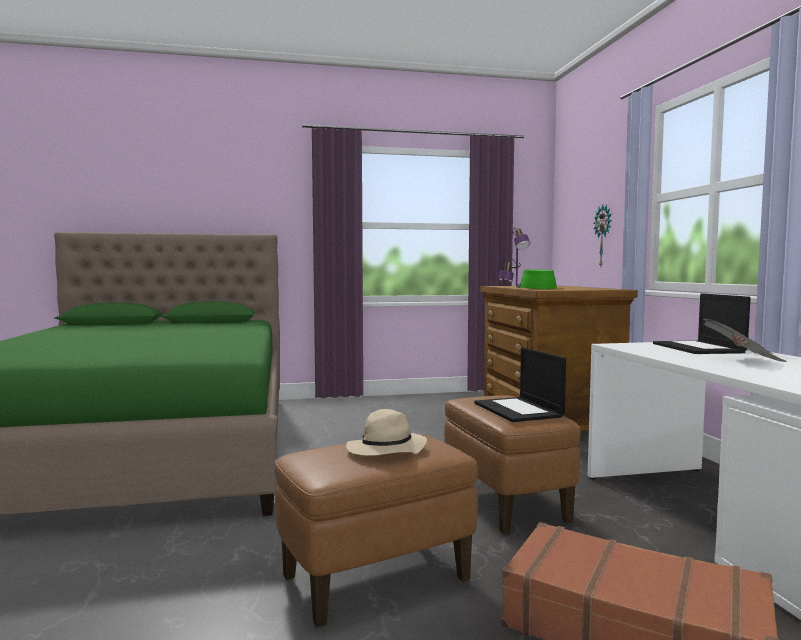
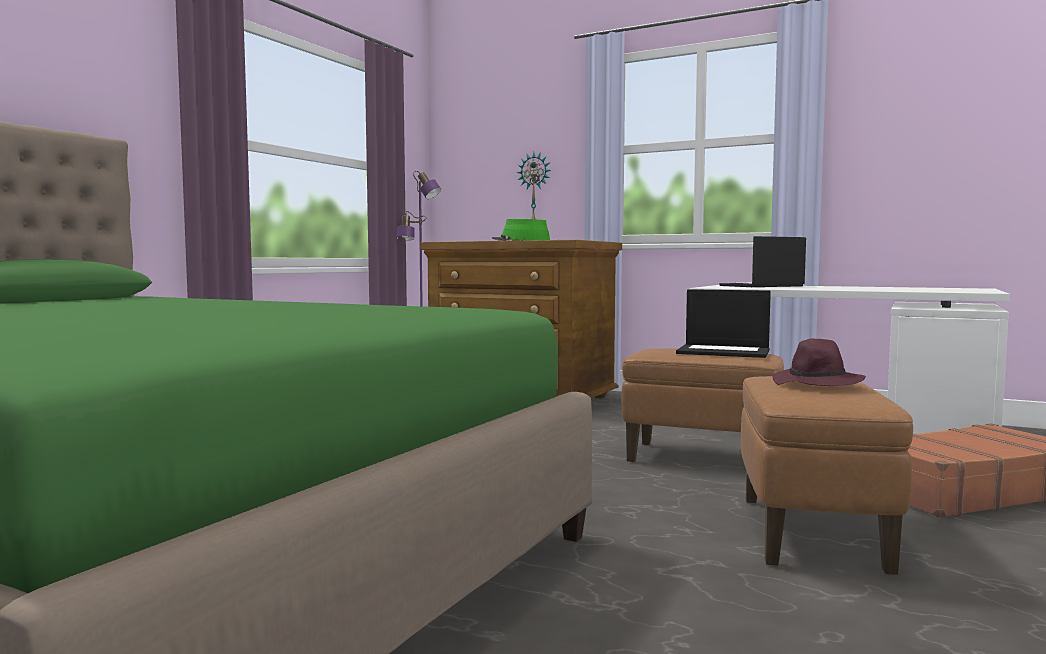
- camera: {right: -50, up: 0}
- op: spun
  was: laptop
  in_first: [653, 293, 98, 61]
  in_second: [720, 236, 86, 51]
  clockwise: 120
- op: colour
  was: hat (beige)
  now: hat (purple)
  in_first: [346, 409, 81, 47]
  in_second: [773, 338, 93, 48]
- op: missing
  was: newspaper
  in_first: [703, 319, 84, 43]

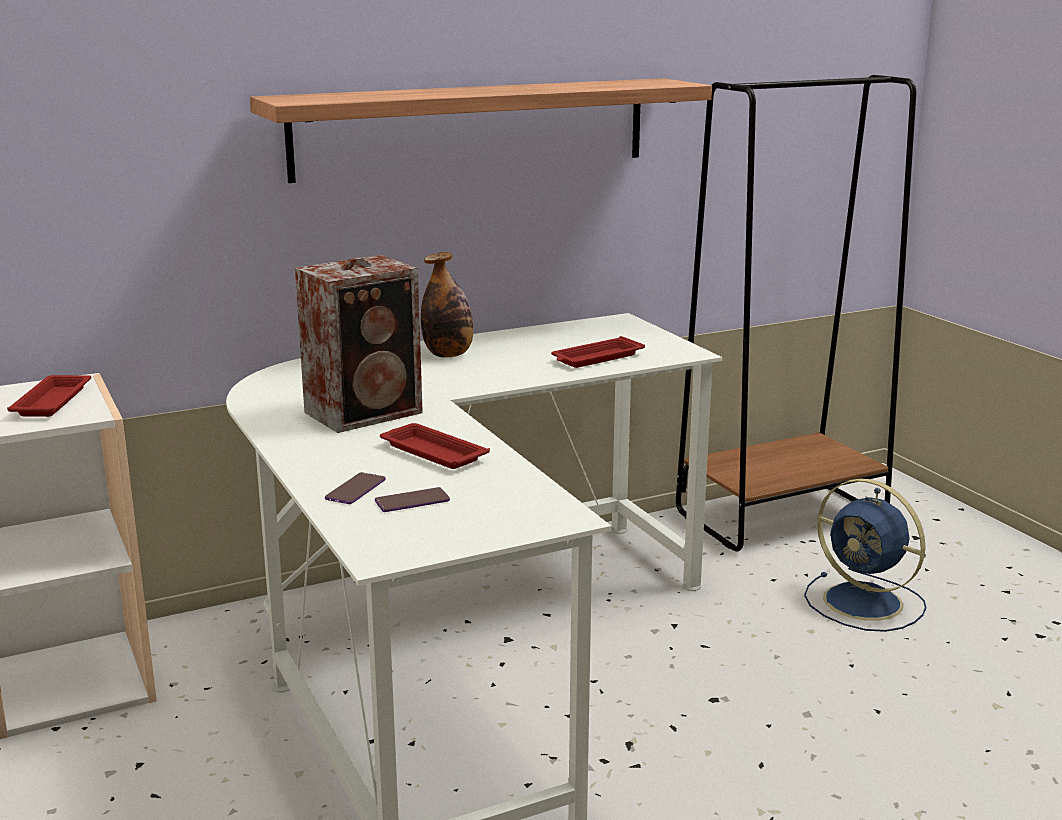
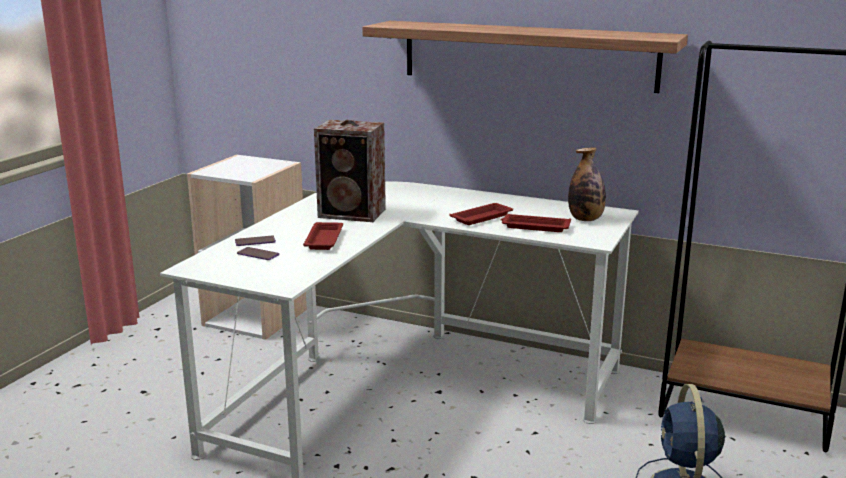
- camera: {right: 50, up: 0}
- op: relocated
  was: tray (red)
  in_first: [7, 375, 84, 42]
  in_second: [450, 203, 63, 22]
- op: relocated
  was: bottle
  in_first: [421, 252, 52, 105]
  in_second: [568, 147, 38, 74]

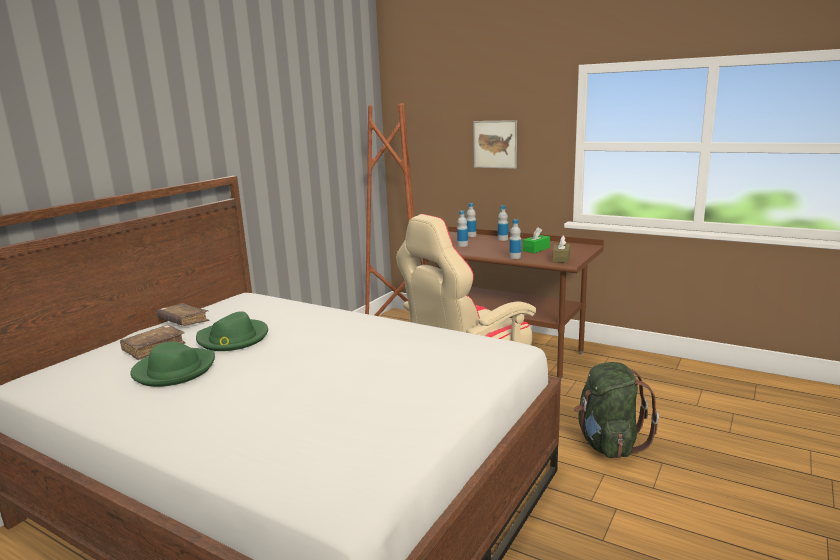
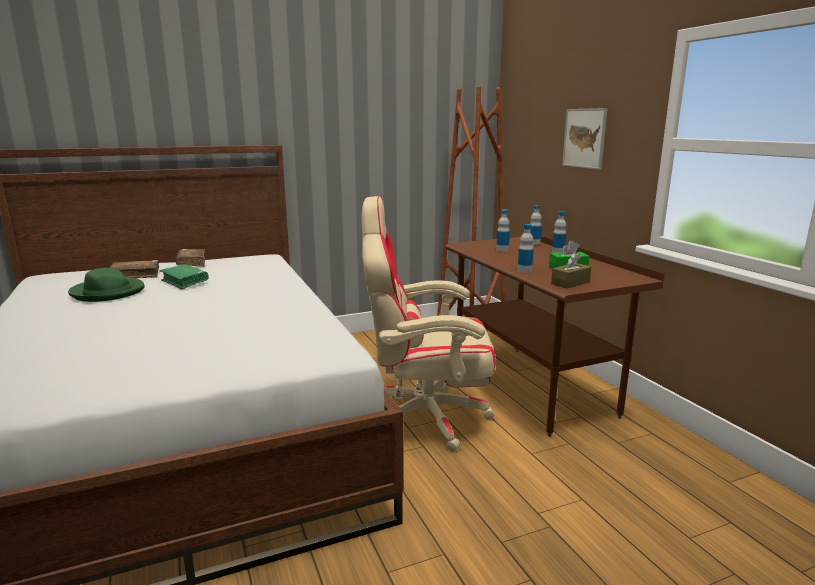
- camera: {right: 35, up: 0}
- op: exchanged
  was: hat (green)
  now: book (green)
  in_first: [196, 311, 72, 40]
  in_second: [160, 264, 49, 26]
- op: missing
  was: backpack (green)
  in_first: [574, 362, 85, 96]

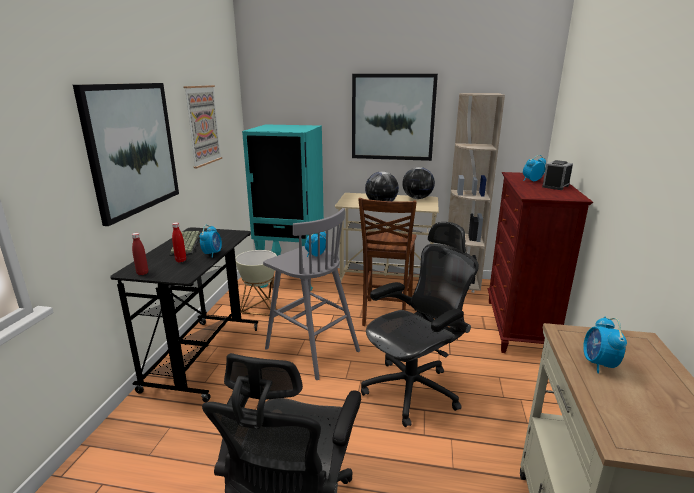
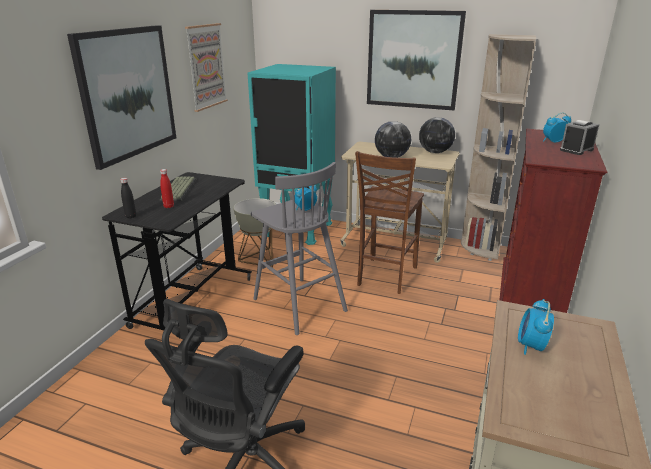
- camera: {right: 10, up: 5}
- op: colour
  was: bottle (red)
  now: bottle (black)
  in_first: [132, 233, 16, 42]
  in_second: [120, 178, 16, 40]
- op: missing
  was: alarm clock
  in_first: [200, 225, 22, 33]
- op: missing
  was: office chair
  in_first: [361, 222, 118, 205]

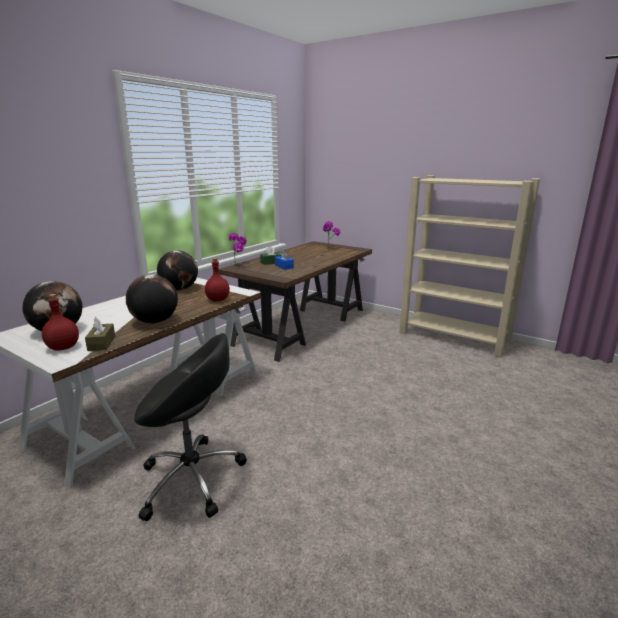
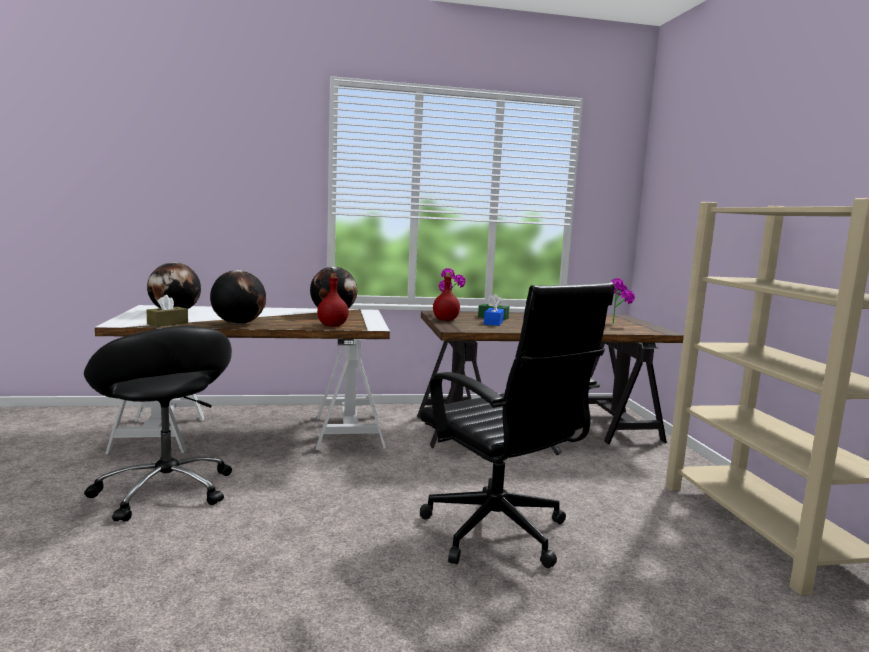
- camera: {right: 45, up: -10}
- op: appeared
  now: office chair (black)
  in_second: [420, 282, 195, 286]
- op: relocated
  was: bottle (red)
  in_first: [42, 294, 37, 57]
  in_second: [433, 273, 27, 48]

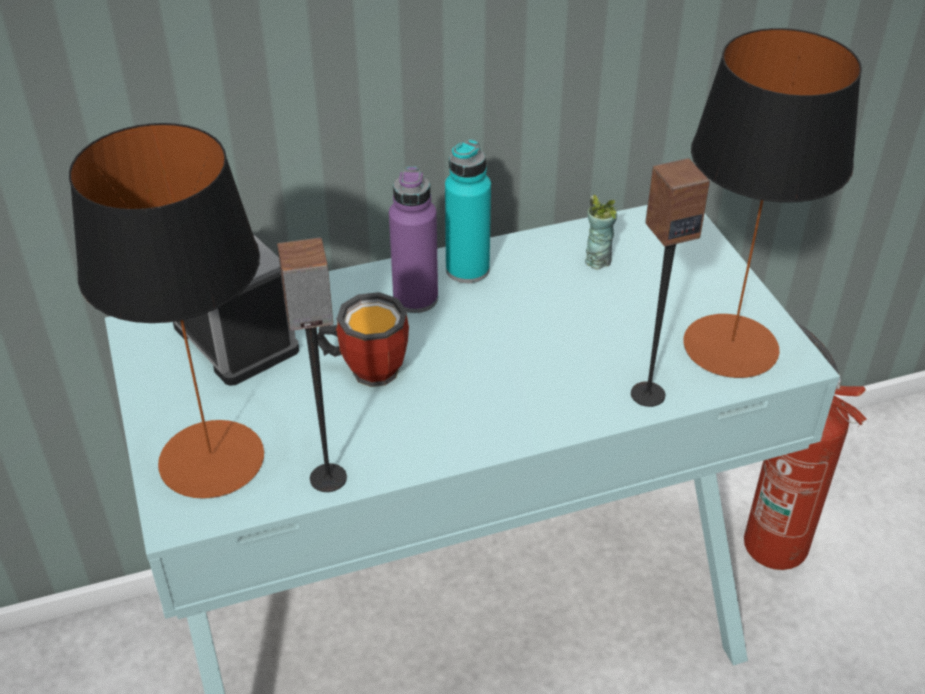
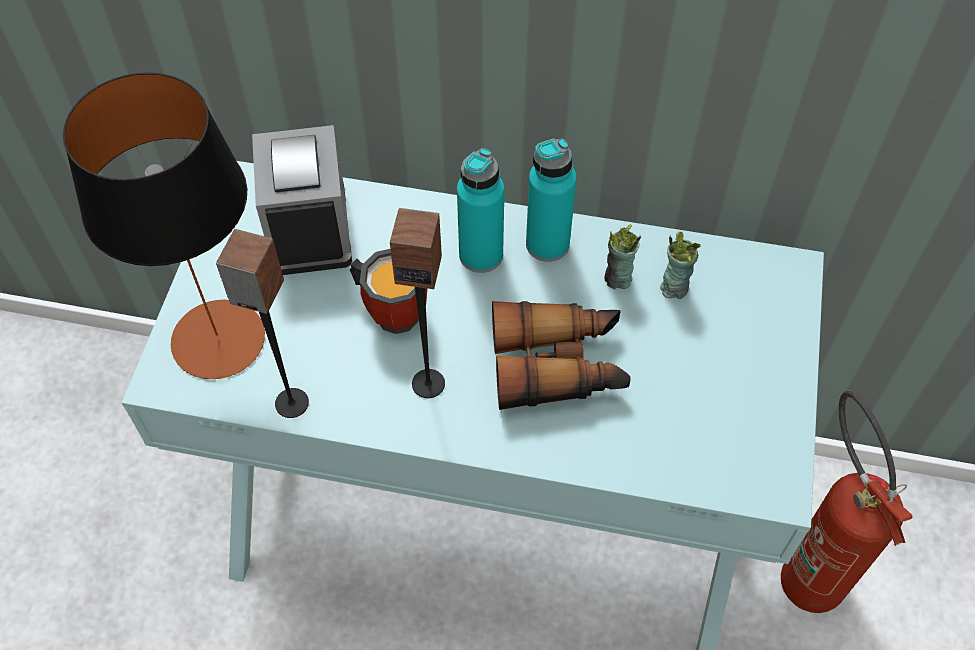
- camera: {right: 30, up: 15}
- op: relocated
  was: speaker
  in_first: [631, 158, 79, 249]
  in_second: [390, 208, 55, 190]
- op: colour
  was: bottle (purple)
  now: bottle (turquoise)
  in_first: [389, 166, 49, 147]
  in_second: [457, 148, 47, 125]
- op: appeared
  now: binoculars
  in_second: [492, 301, 138, 109]
- op: appeared
  now: cup
  in_second: [605, 225, 36, 64]
- op: missing
  was: table lamp
  in_first: [683, 28, 179, 350]

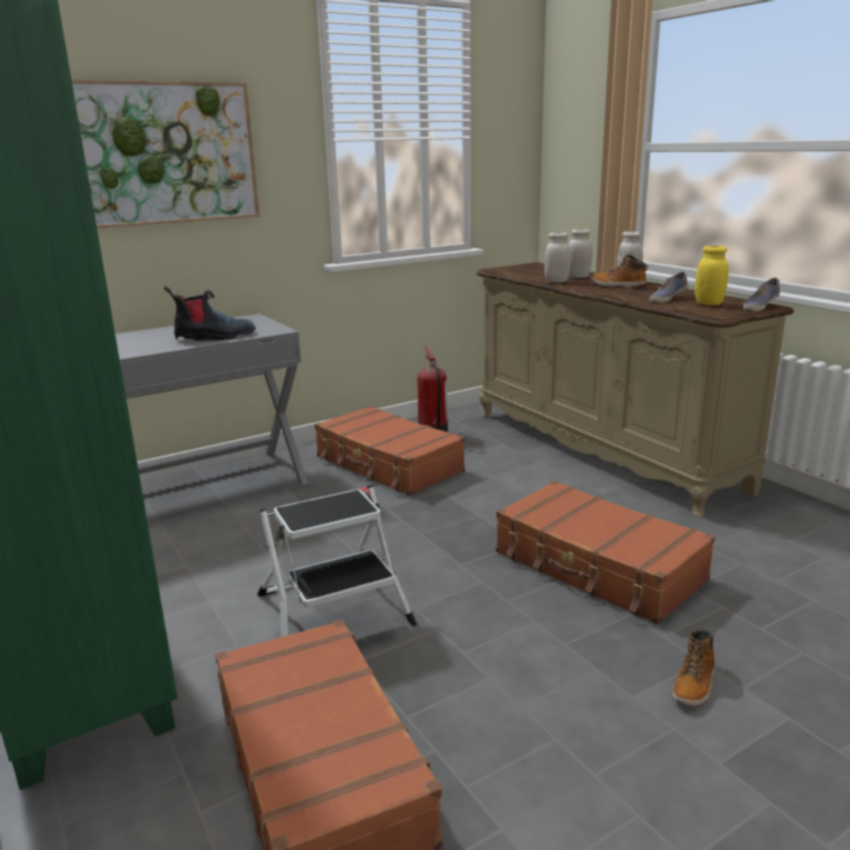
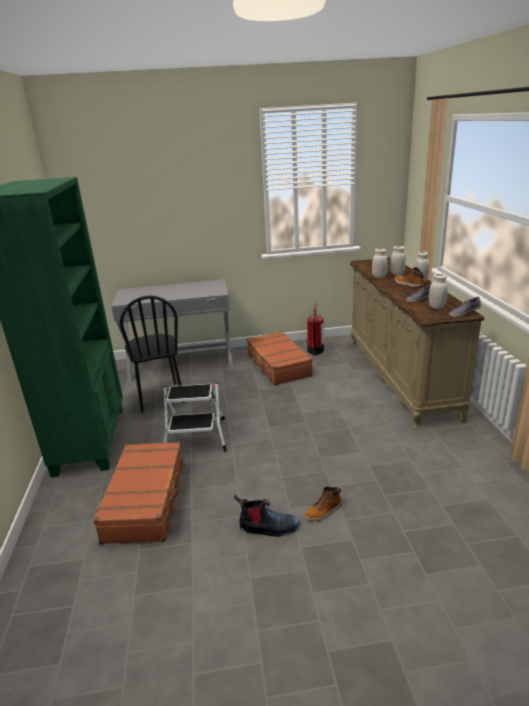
- camera: {right: 25, up: 5}
- op: appeared
  now: chair (black)
  in_second: [120, 296, 65, 116]
- op: relocated
  was: boot
  in_first: [164, 286, 92, 55]
  in_second: [234, 494, 65, 43]
- op: colour
  was: jar (yellow)
  now: jar (white)
  in_first: [695, 246, 34, 59]
  in_second: [429, 274, 19, 35]
- op: missing
  was: picture
  in_first: [72, 80, 188, 148]
- op: missing
  was: suitcase (brown)
  in_first: [496, 481, 219, 143]

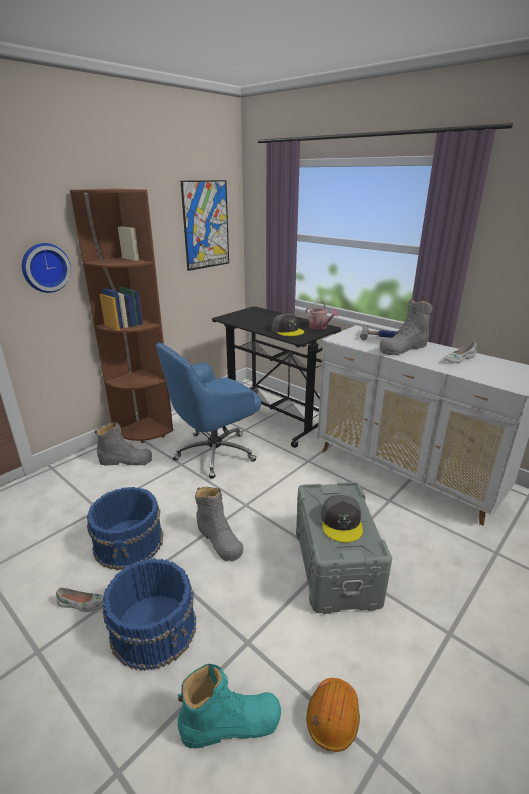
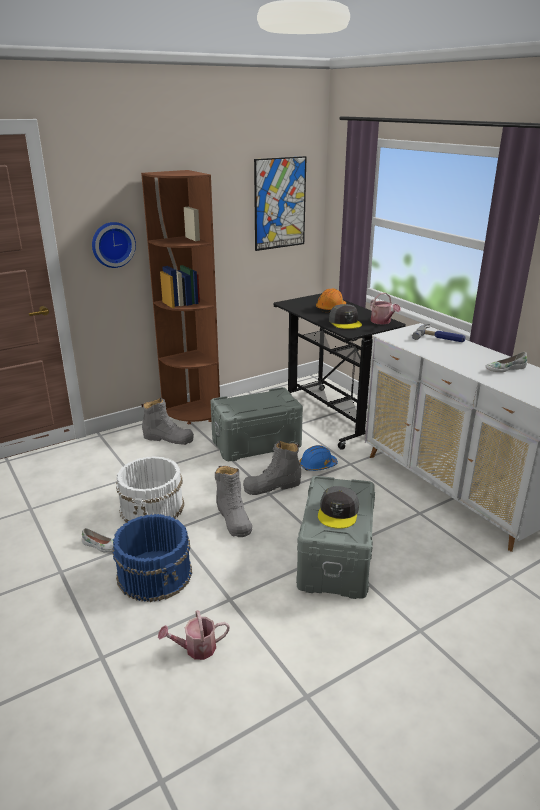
- camera: {right: 15, up: 0}
- op: colour
  was: bucket (blue)
  now: bucket (white)
  in_first: [87, 487, 76, 83]
  in_second: [116, 456, 68, 67]
- op: exchanged
  was: boot (turquoise)
  now: watering can
  in_first: [178, 664, 103, 85]
  in_second: [158, 610, 72, 50]
- op: exchanged
  was: office chair (blue)
  now: storage box (grey)
  in_first: [156, 342, 106, 137]
  in_second: [210, 387, 93, 74]
- op: relocated
  was: boot (grey)
  in_first: [380, 299, 52, 56]
  in_second: [243, 440, 58, 55]
- op: appeared
  now: hard hat (blue)
  in_second: [299, 445, 39, 26]
- op: relocated
  was: hard hat (orange)
  in_first: [306, 678, 54, 74]
  in_second: [316, 288, 30, 24]

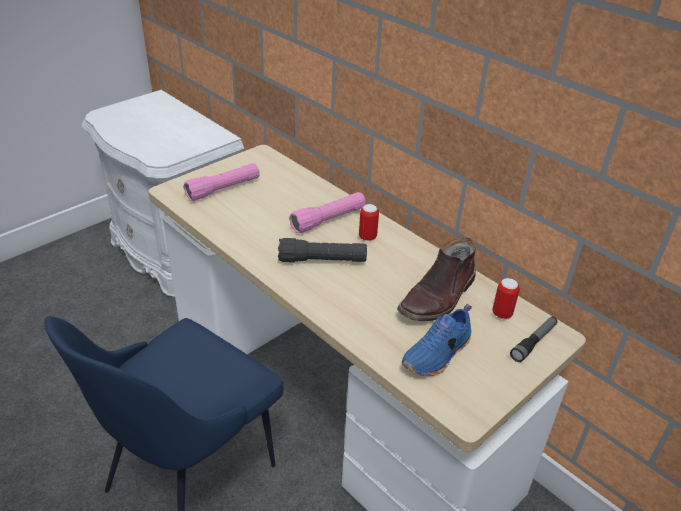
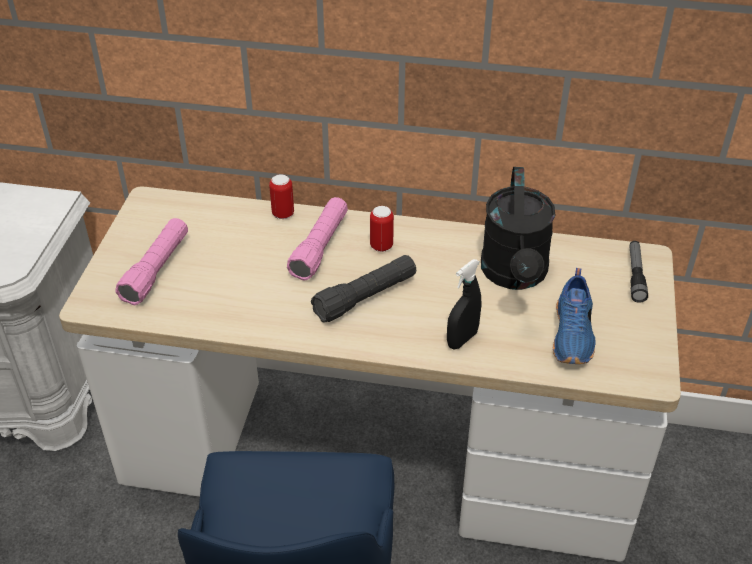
- camera: {right: -35, up: 5}
- op: relocated
  was: can
  in_first: [492, 278, 28, 41]
  in_second: [269, 174, 25, 45]
- op: appeared
  now: spray bottle (black)
  in_second: [447, 259, 35, 90]
- op: exchanged
  was: boot (brown)
  now: watering can (black)
  in_first: [397, 238, 79, 83]
  in_second: [481, 167, 75, 123]

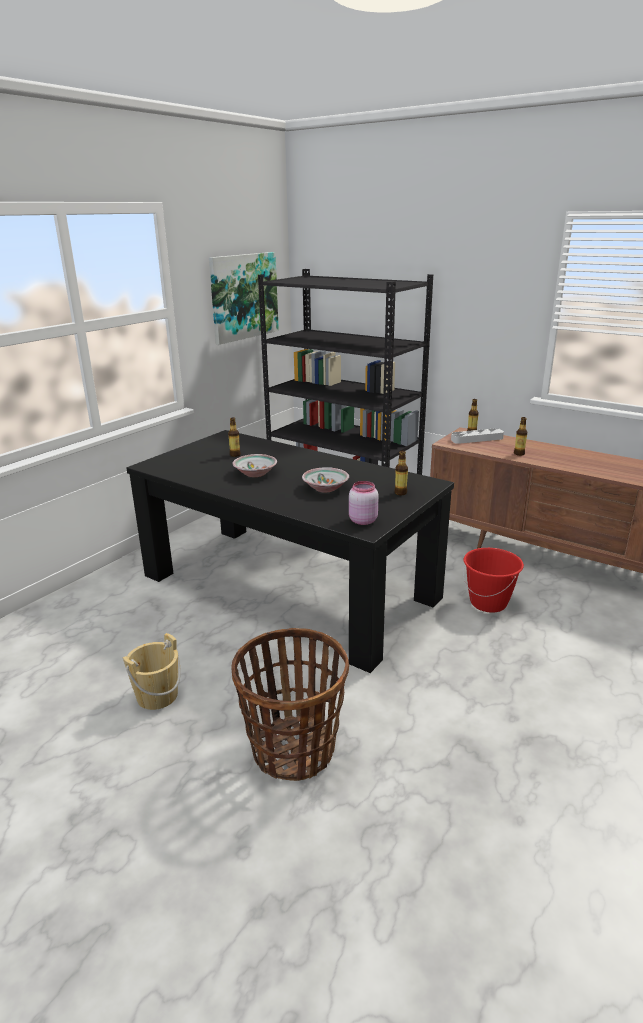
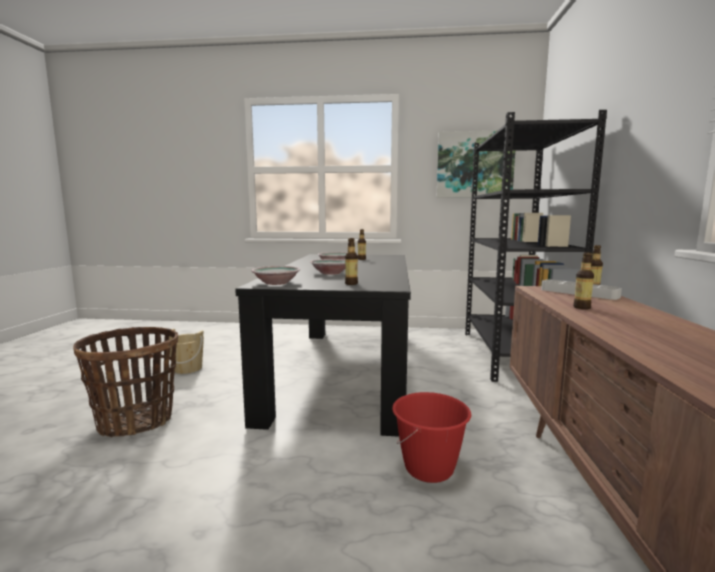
- camera: {right: 60, up: -15}
- op: exchanged
  was: jar (pink)
  now: bowl
  in_first: [349, 481, 30, 44]
  in_second: [251, 266, 49, 19]

